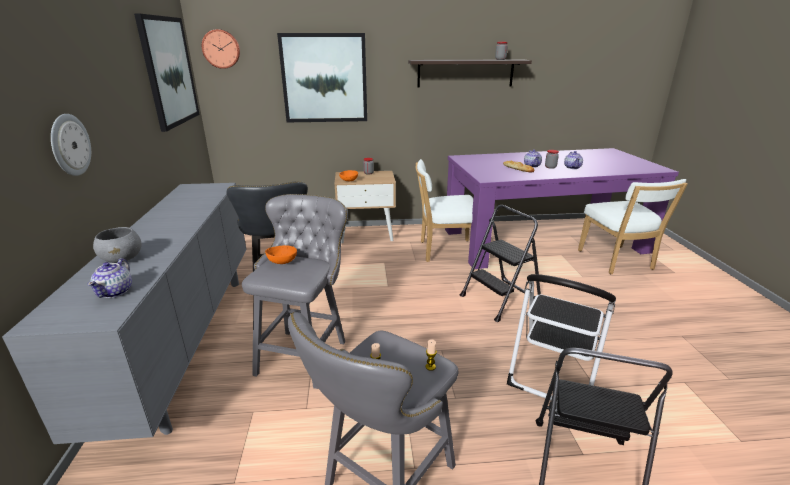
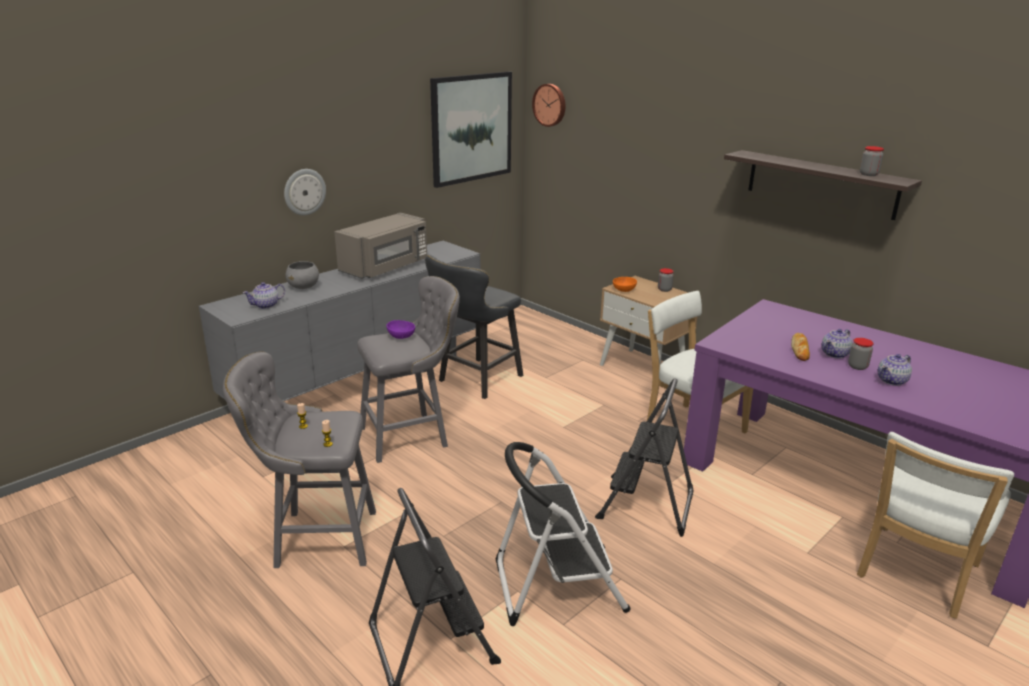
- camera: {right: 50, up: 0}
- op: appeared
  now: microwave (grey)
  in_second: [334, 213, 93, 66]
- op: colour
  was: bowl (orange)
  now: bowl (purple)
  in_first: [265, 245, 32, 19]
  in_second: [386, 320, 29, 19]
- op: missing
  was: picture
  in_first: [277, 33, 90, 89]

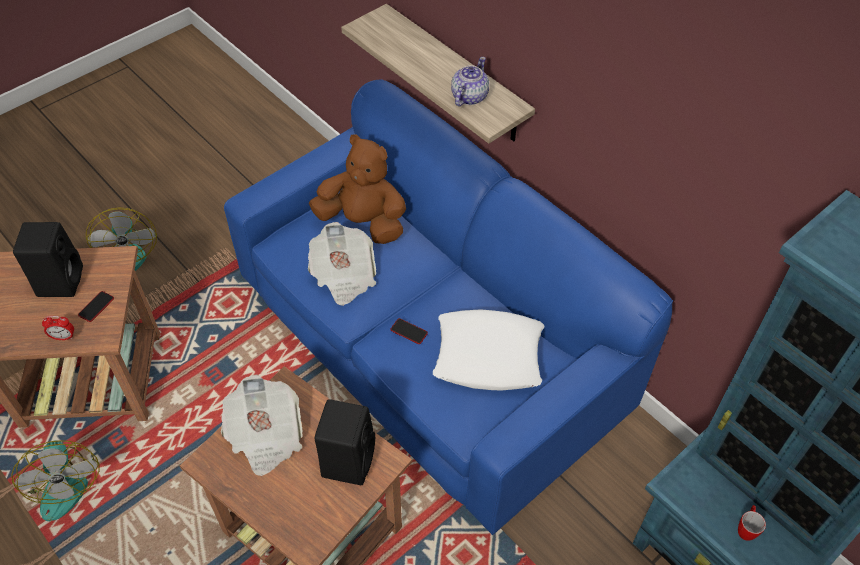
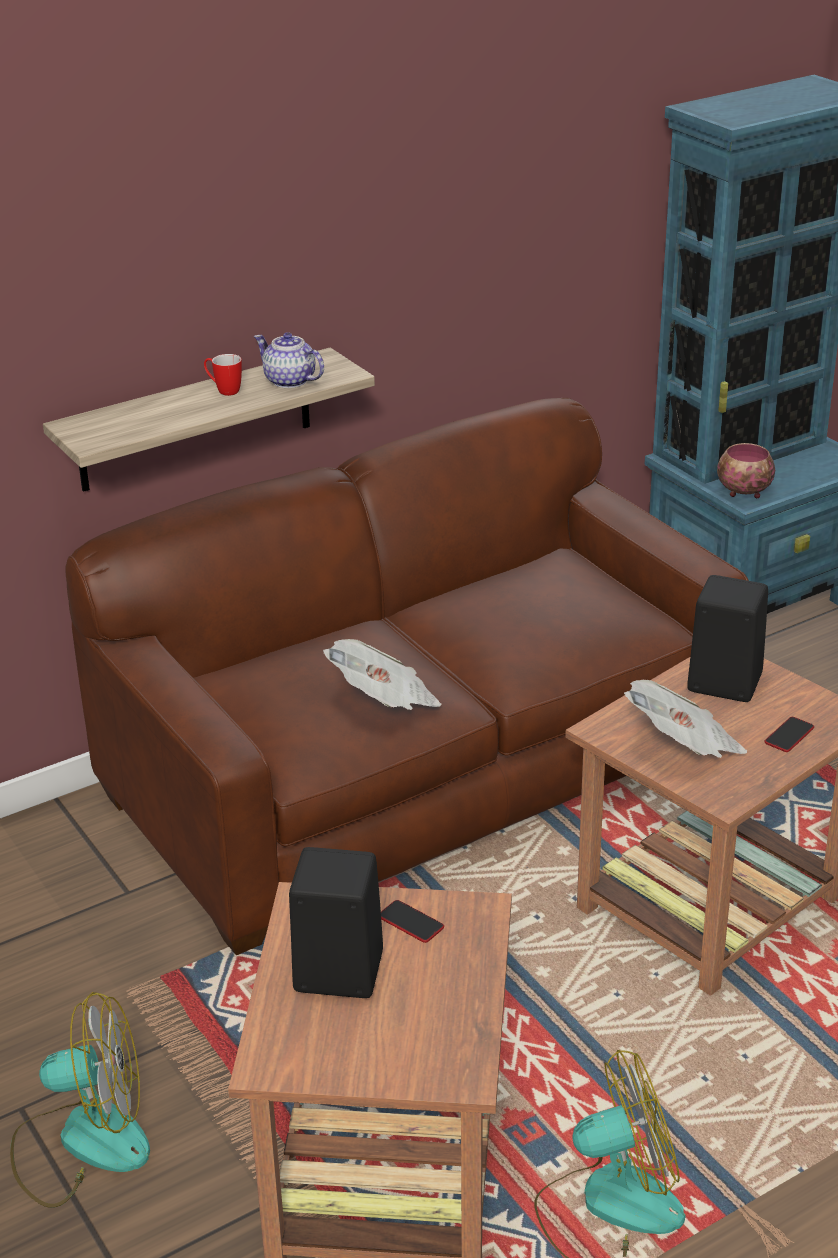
- camera: {right: -80, up: -20}
- op: colour
  was: sofa (blue)
  now: sofa (brown)
  in_first: [224, 79, 449, 456]
  in_second: [65, 398, 684, 557]
- op: relocated
  was: mug
  in_first: [738, 505, 28, 36]
  in_second: [204, 354, 38, 42]
- op: appeared
  now: bowl
  in_second: [717, 443, 58, 55]
- op: relocated
  was: phone
  in_first: [390, 318, 38, 26]
  in_second: [764, 717, 50, 35]
- op: missing
  was: alarm clock
  in_first: [42, 316, 32, 24]
- op: missing
  was: plush toy (brown)
  in_first: [309, 134, 97, 110]
- op: missing
  was: pillow (white)
  in_first: [433, 310, 111, 80]

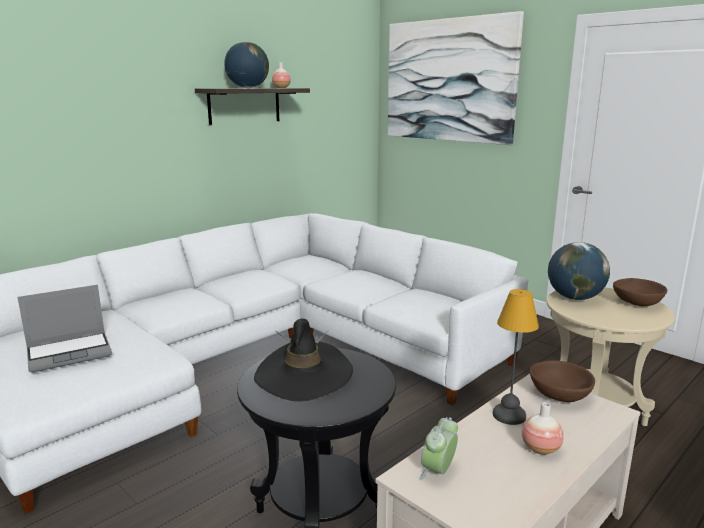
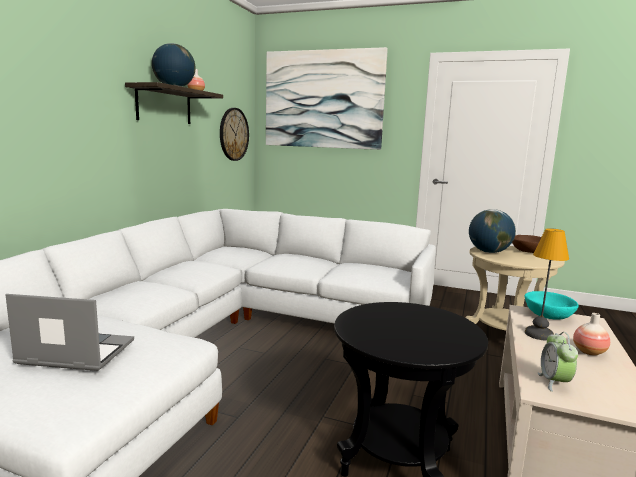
- camera: {right: -25, up: -5}
- op: spun
  was: laptop
  in_first: [17, 285, 95, 88]
  in_second: [6, 294, 128, 77]
  clockwise: -120
- op: appeared
  now: wall clock
  in_second: [220, 108, 29, 53]
- op: colour
  was: bowl (brown)
  now: bowl (turquoise)
  in_first: [530, 360, 65, 42]
  in_second: [525, 291, 54, 29]
- op: missing
  was: hat (black)
  in_first: [254, 319, 99, 83]

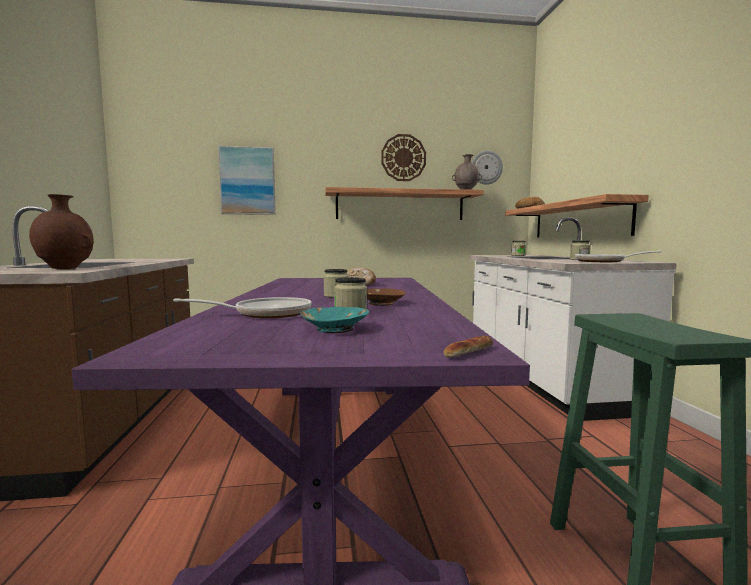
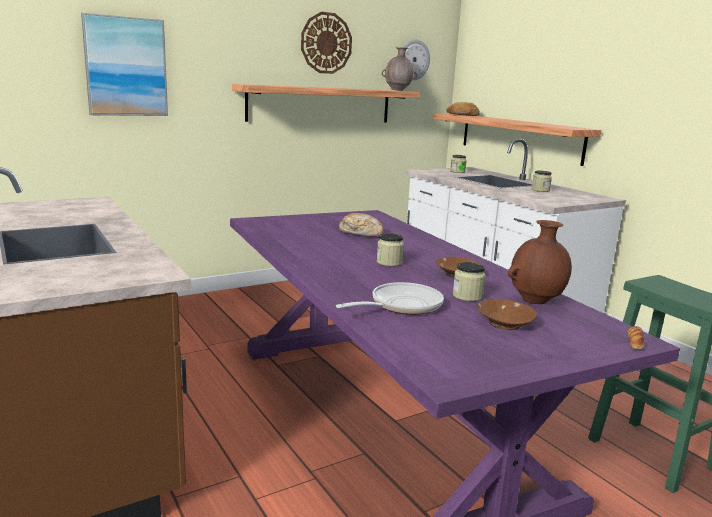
- camera: {right: -25, up: 10}
- op: colour
  was: bowl (turquoise)
  now: bowl (brown)
  in_first: [300, 307, 69, 26]
  in_second: [477, 300, 60, 30]
- op: relocated
  was: vase (brown)
  in_first: [29, 194, 65, 75]
  in_second: [508, 220, 64, 84]
- op: missing
  was: frying pan
  in_first: [575, 251, 86, 11]

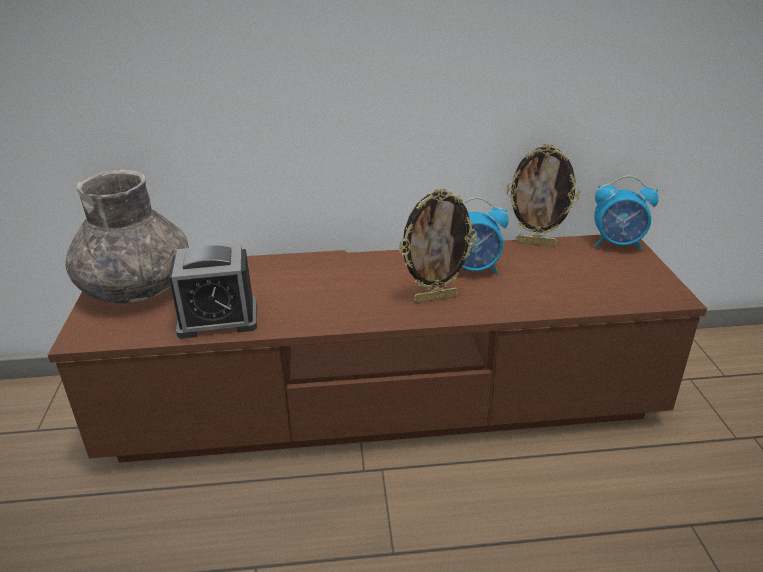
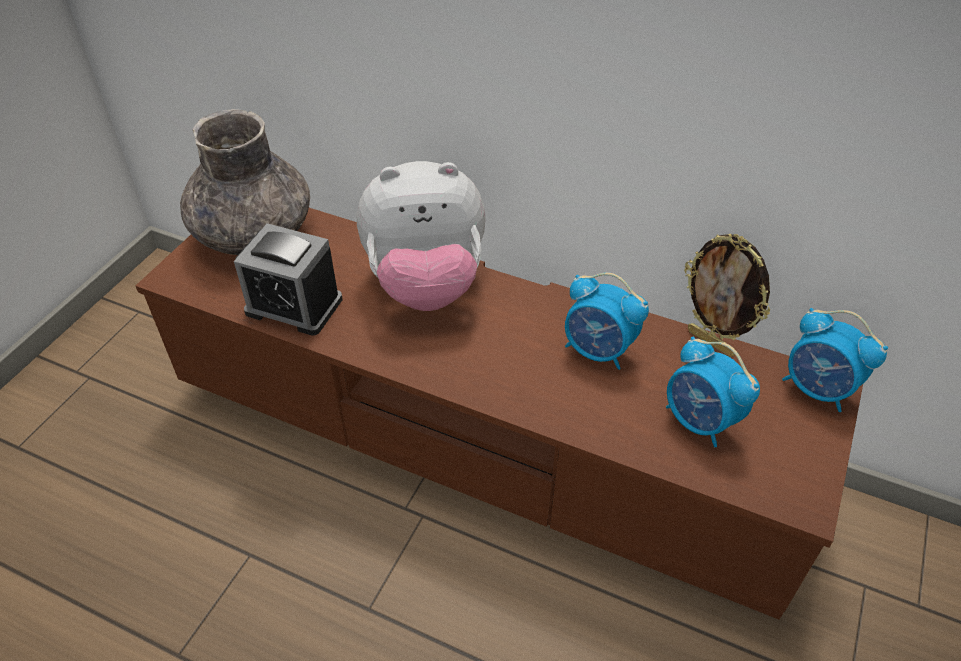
- camera: {right: 30, up: 15}
- op: appeared
  now: plush toy
  in_second: [357, 161, 128, 150]
- op: appeared
  now: alarm clock
  in_second: [666, 337, 94, 110]
- op: missing
  was: picture frame
  in_first: [399, 188, 78, 115]

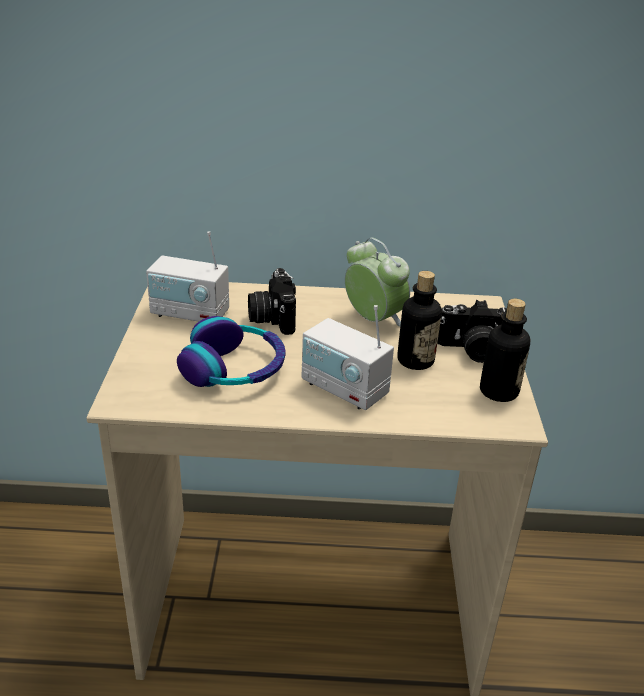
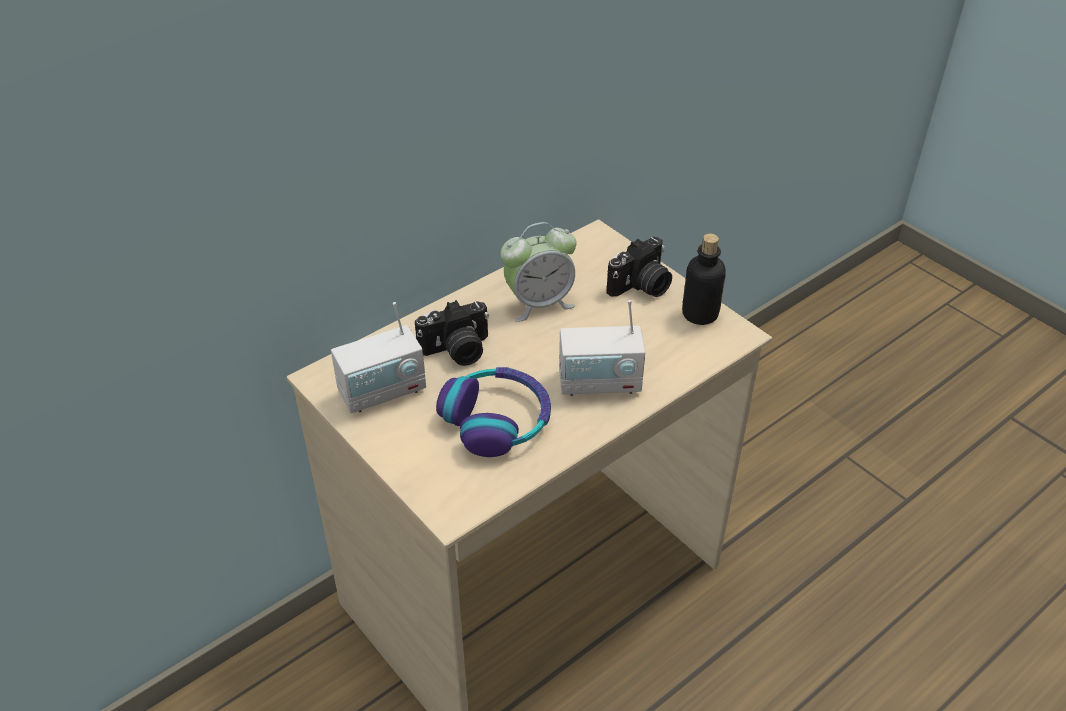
- camera: {right: -40, up: 10}
- op: spun
  was: photo camera
  in_first: [248, 268, 48, 67]
  in_second: [415, 300, 74, 66]
  clockwise: -60
- op: spun
  was: alarm clock
  in_first: [345, 238, 65, 89]
  in_second: [500, 222, 77, 100]
  clockwise: 150
- op: missing
  was: bottle
  in_first: [397, 271, 45, 99]

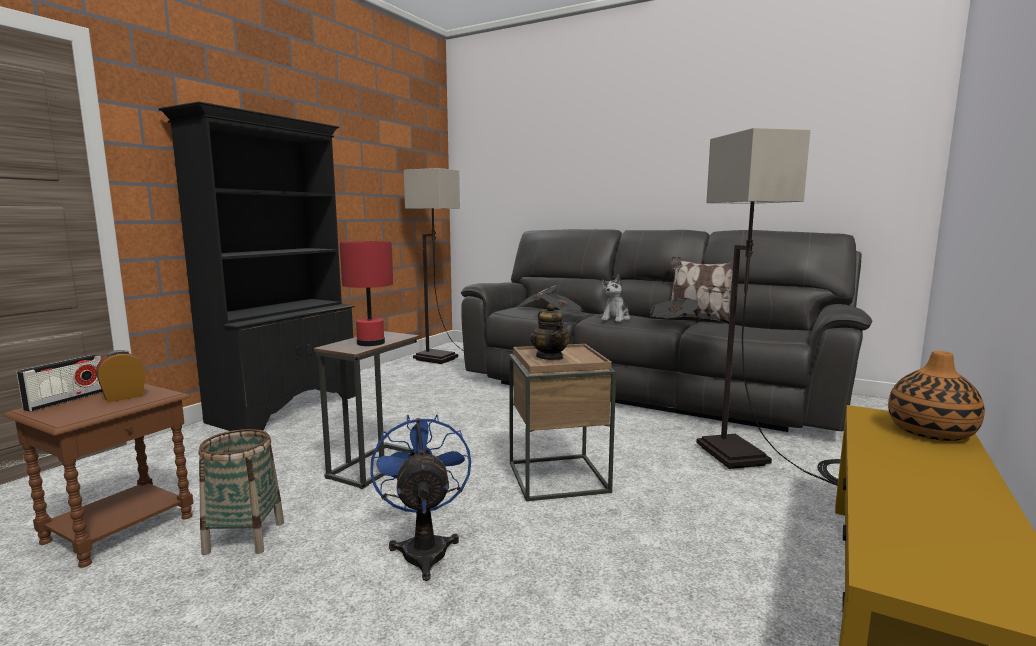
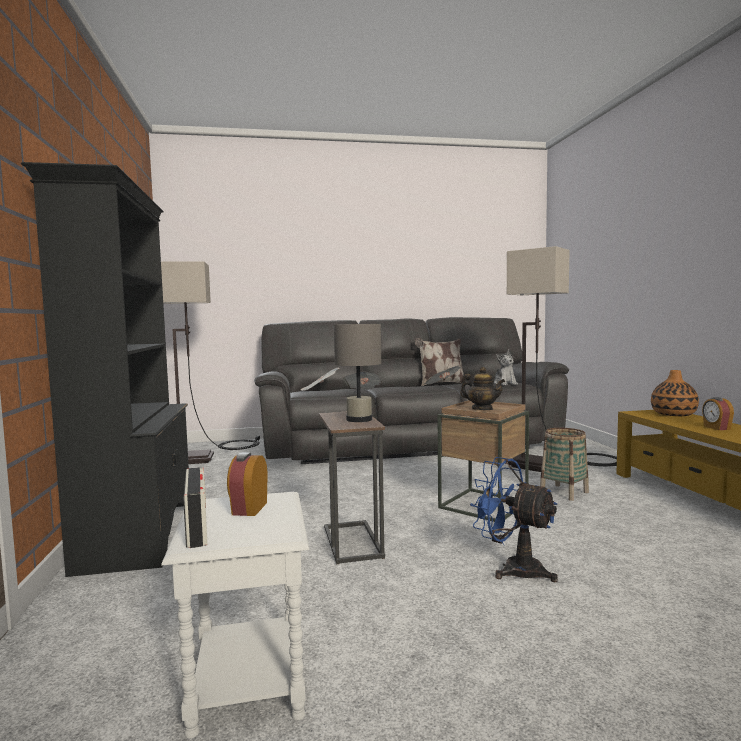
- camera: {right: -40, up: -5}
- op: colour
  was: side table (brown)
  now: side table (white)
  in_first: [3, 384, 190, 184]
  in_second: [161, 492, 148, 246]
- op: colour
  was: table lamp (red)
  now: table lamp (grey)
  in_first: [340, 241, 53, 105]
  in_second: [334, 324, 47, 98]
- op: relocated
  was: plush toy
  in_first: [601, 275, 29, 47]
  in_second: [494, 349, 24, 36]
- op: relocated
  was: basket
  in_first: [199, 429, 85, 126]
  in_second: [540, 428, 49, 73]
- op: appeared
  now: alarm clock
  in_second: [702, 397, 32, 33]

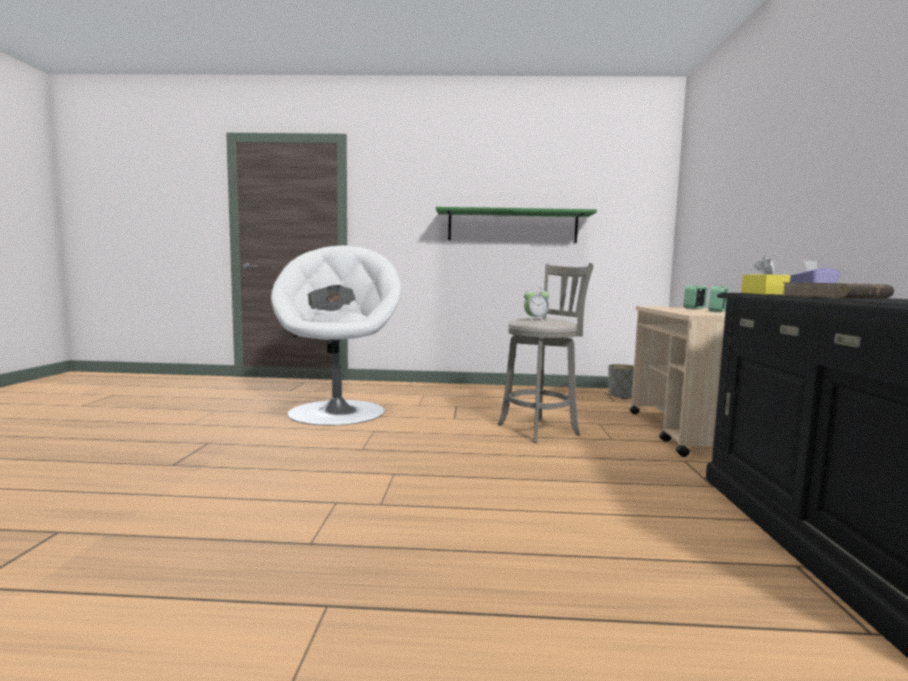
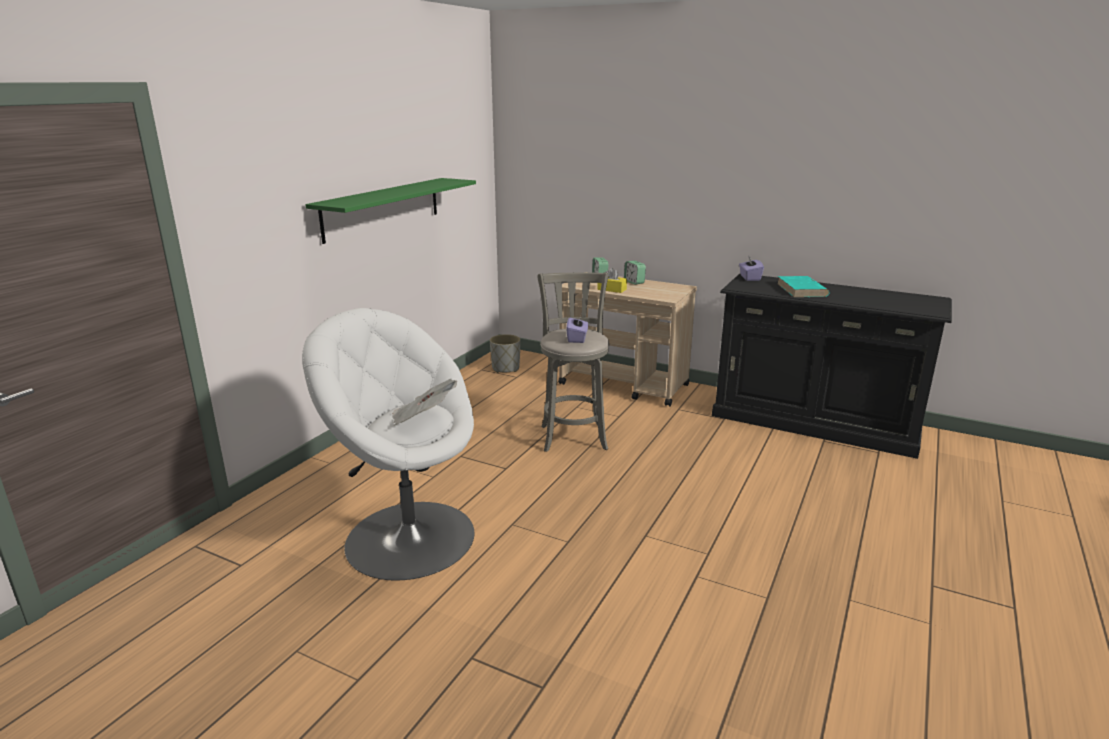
- camera: {right: -65, up: 15}
- op: exchanged
  was: alarm clock
  now: tissue box (purple)
  in_first: [524, 286, 25, 34]
  in_second: [566, 314, 22, 29]
- op: relocated
  was: tissue box (yellow)
  in_first: [741, 256, 50, 39]
  in_second: [597, 268, 30, 25]
- op: colour
  was: book (brown)
  now: book (turquoise)
  in_first: [781, 282, 113, 16]
  in_second: [777, 276, 53, 21]

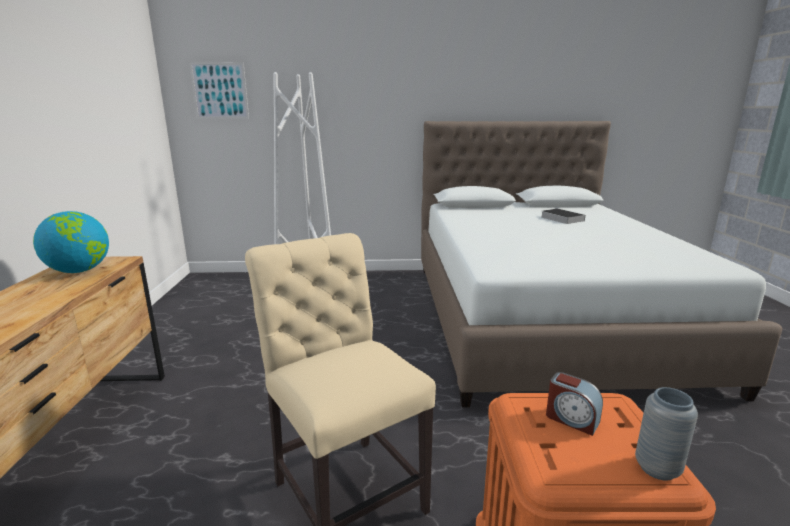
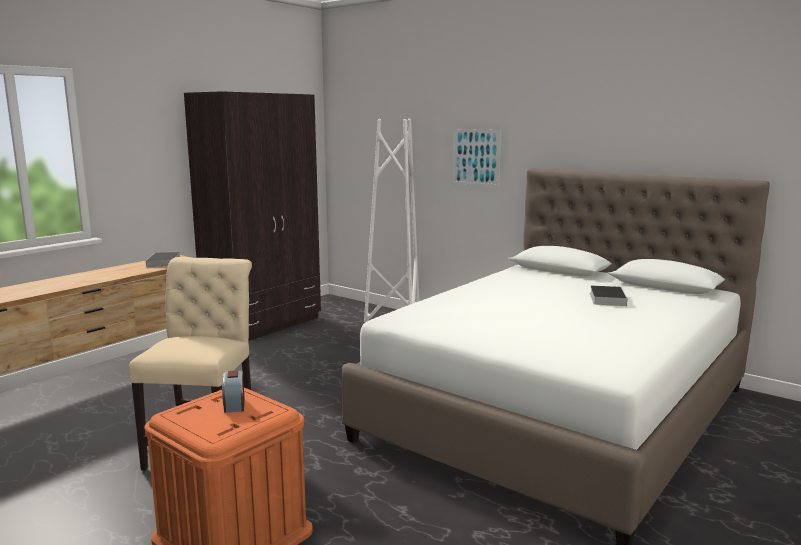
- camera: {right: 40, up: -5}
- op: exchanged
  was: globe
  now: book
  in_first: [33, 211, 76, 62]
  in_second: [146, 252, 34, 16]
- op: appeared
  now: wardrobe (brown)
  in_second: [184, 91, 137, 250]
- op: relocated
  was: picture
  in_first: [189, 62, 60, 57]
  in_second: [452, 129, 49, 58]
- op: missing
  was: vase (grey)
  in_first: [635, 387, 63, 93]

